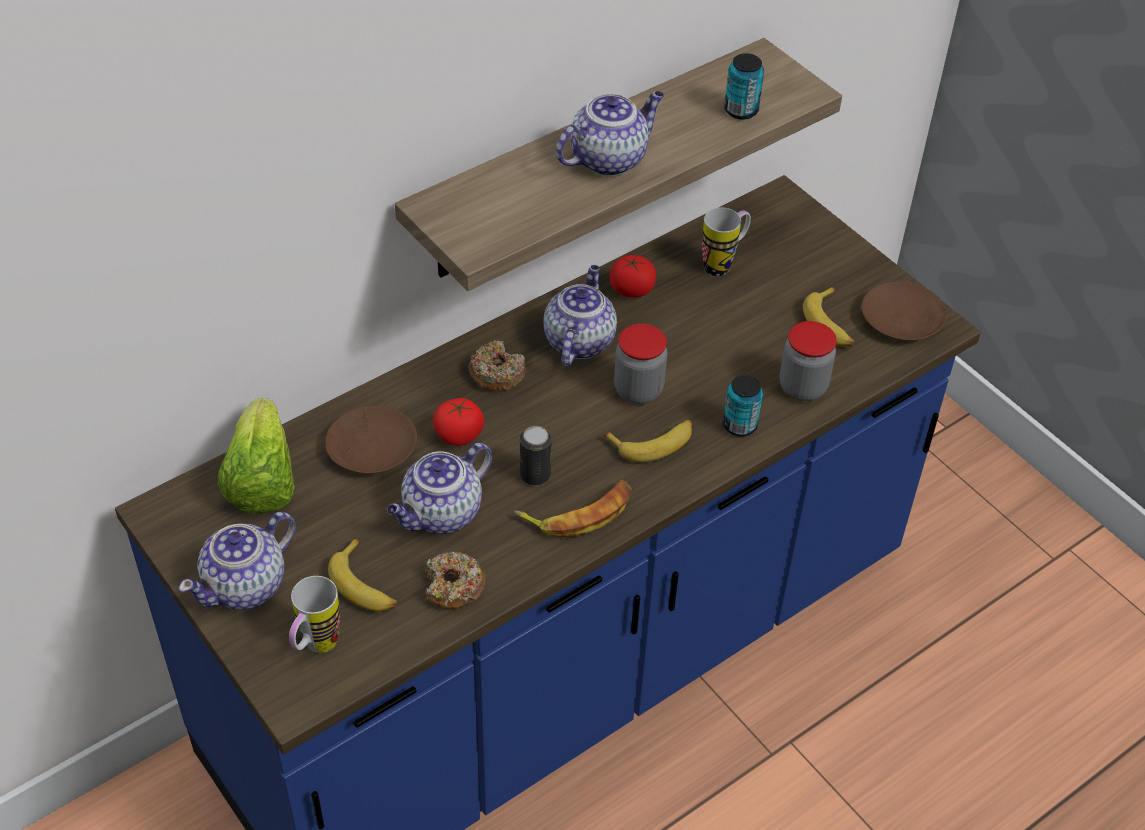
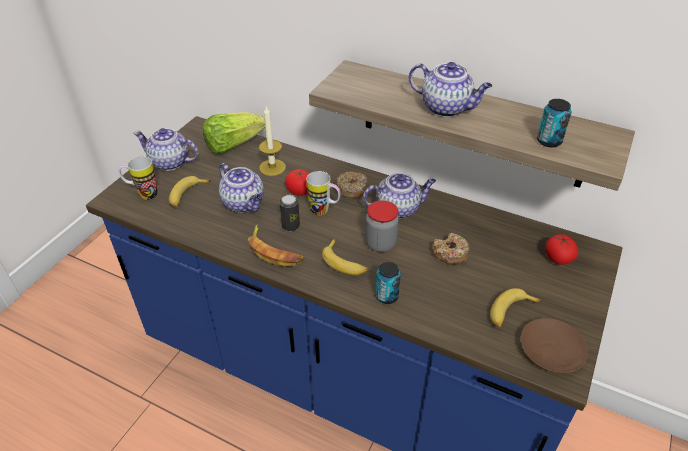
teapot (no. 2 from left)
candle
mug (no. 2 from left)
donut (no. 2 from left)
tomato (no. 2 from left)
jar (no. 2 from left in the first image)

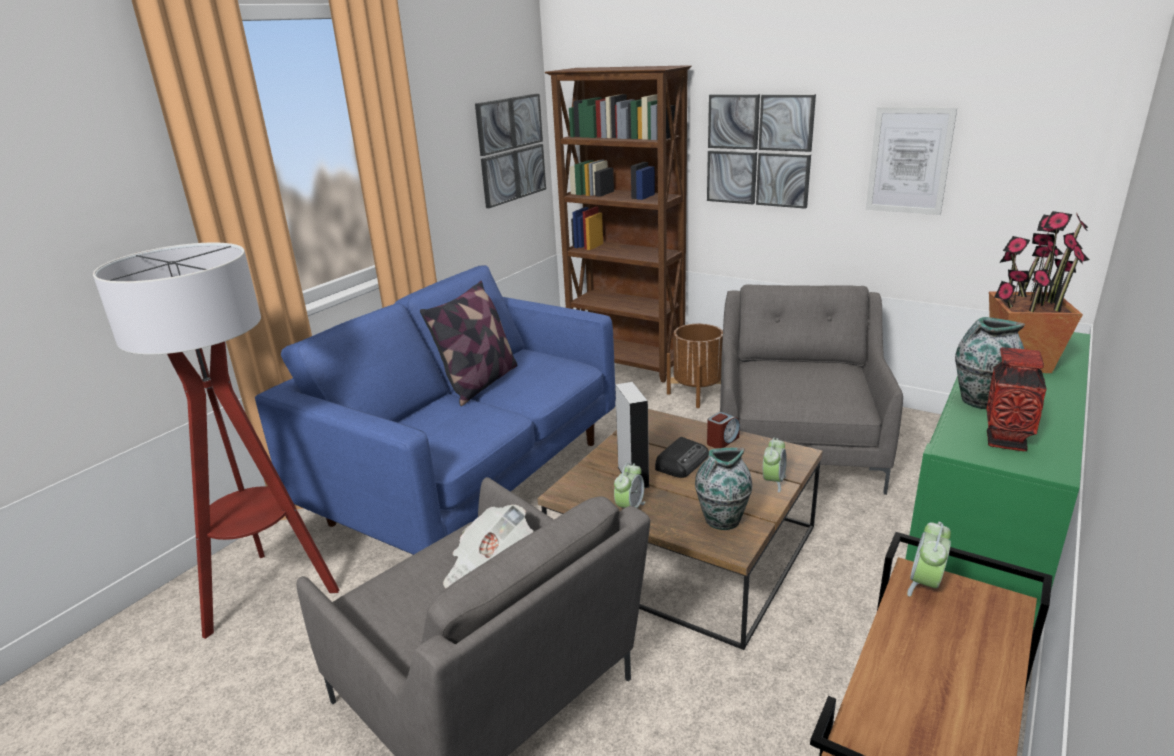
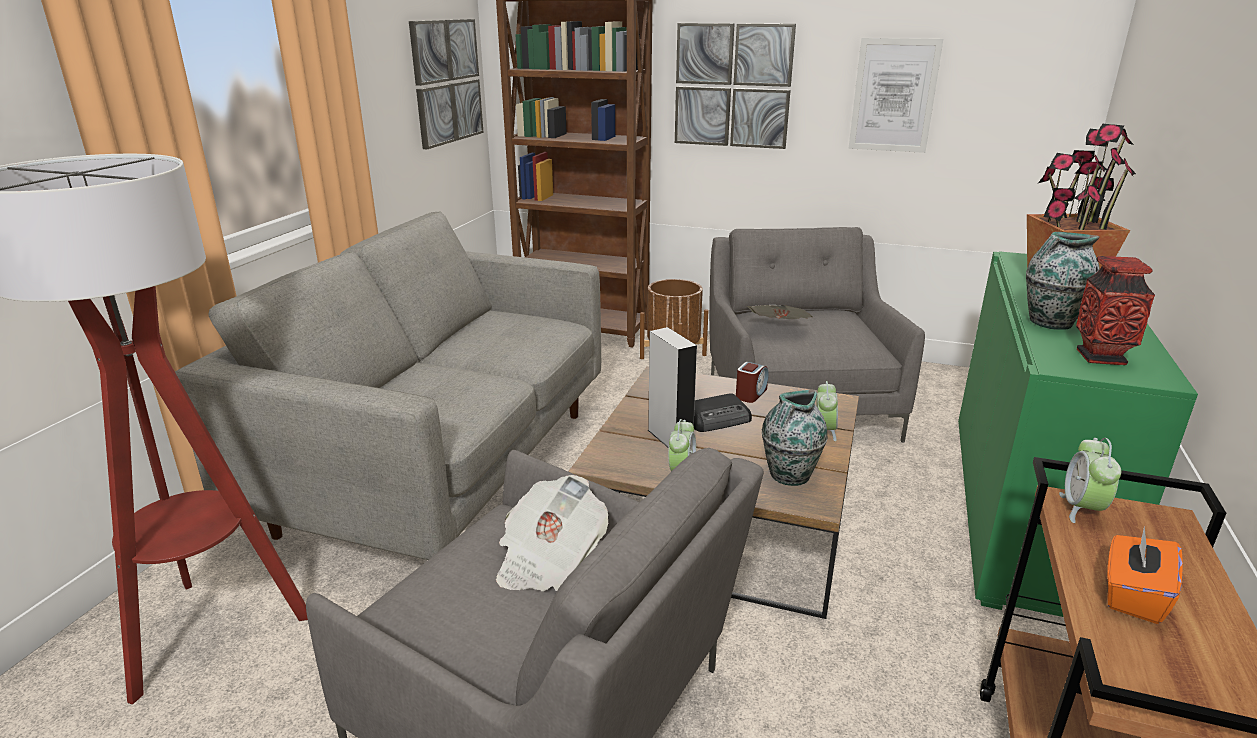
grey_sofa
radio
newspaper (no. 2 from left)
orange_tissue_box
pillow

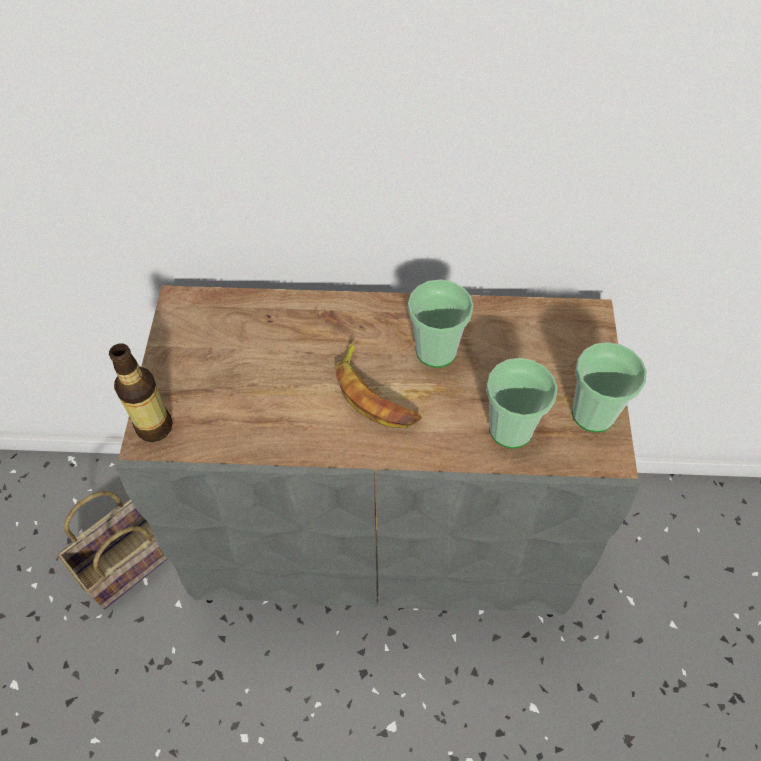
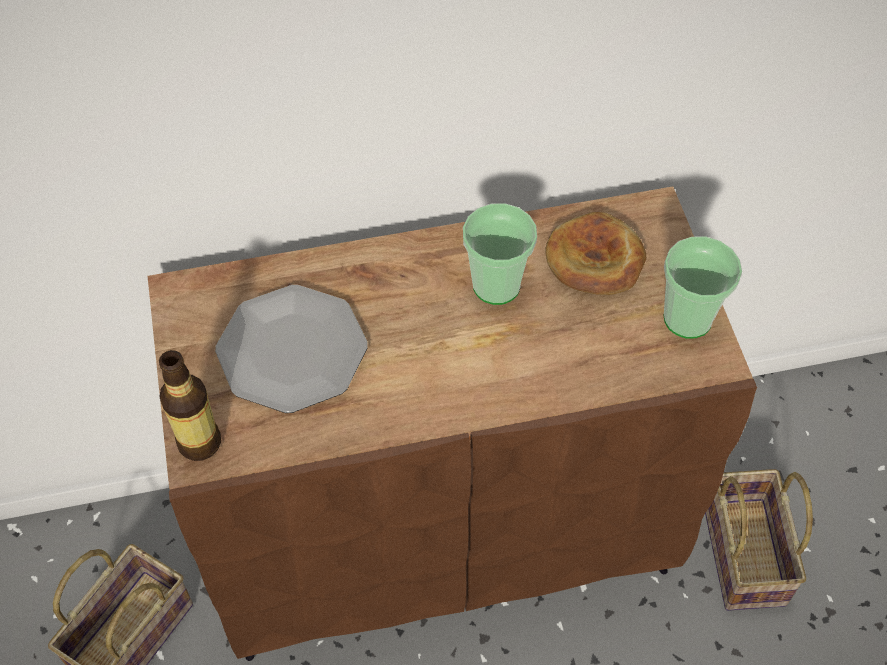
brown_cabinet
plate
bread
basket (no. 2 from left)
banana
cup (no. 2 from left in the first image)

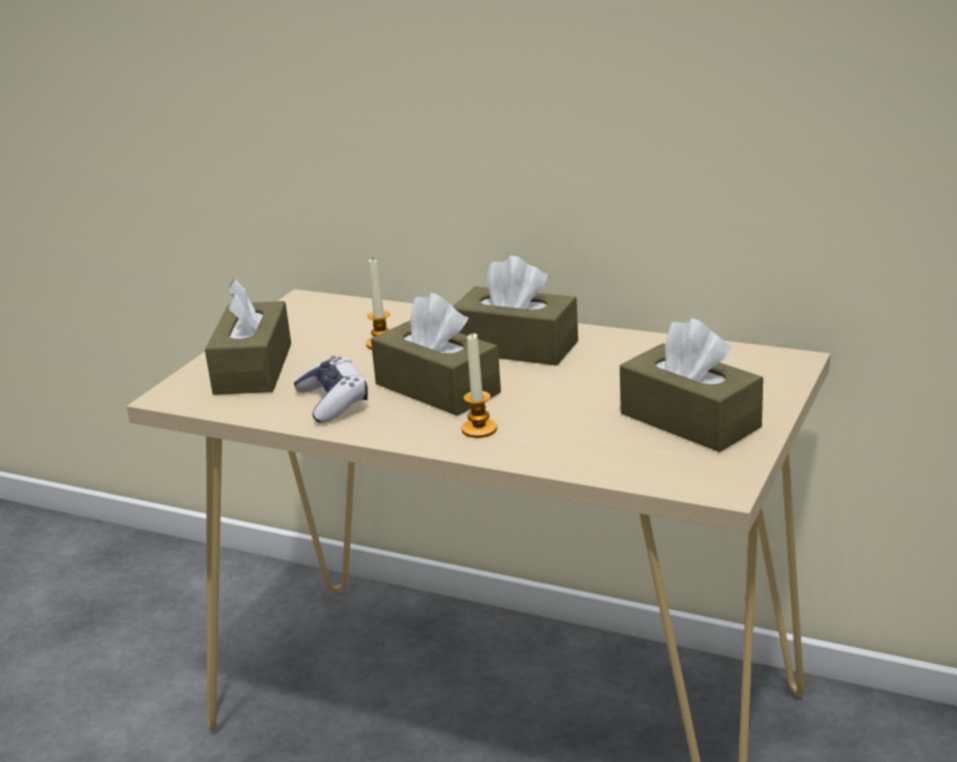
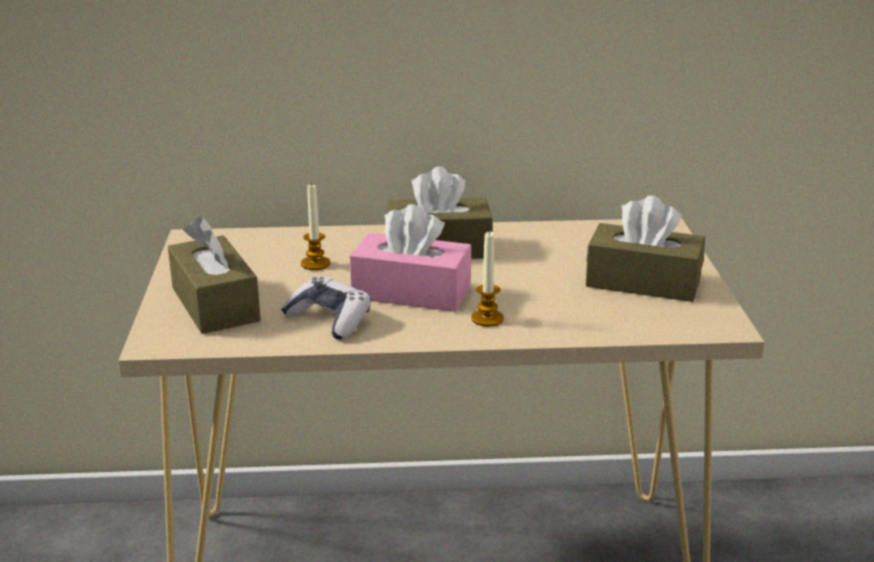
pink_tissue_box

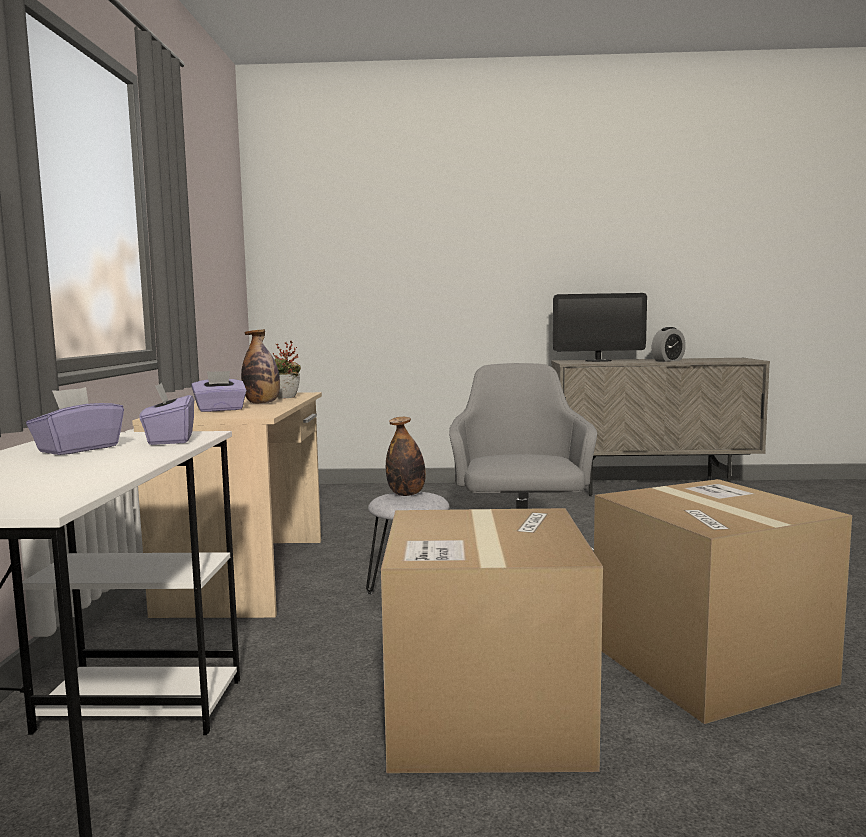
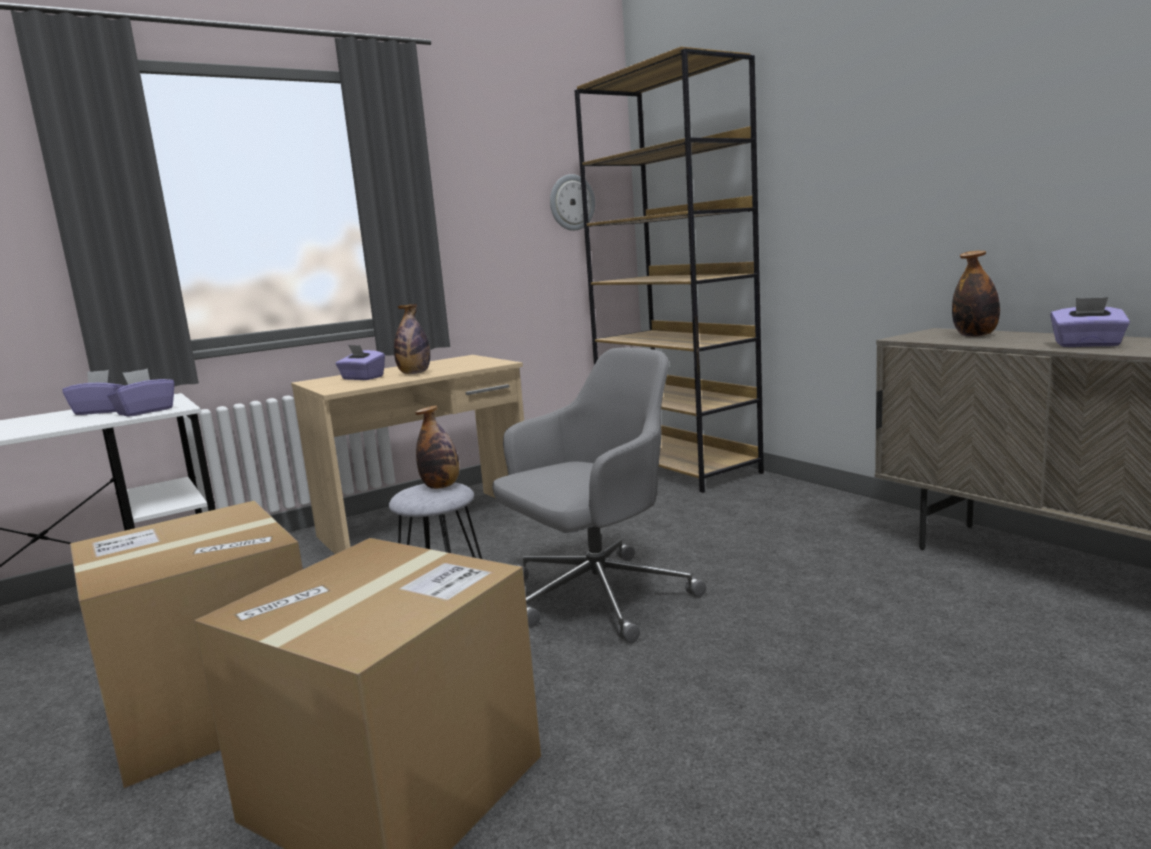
wall_clock
brown_bookcase
bottle (no. 3 from left)
purple_tissue_box (no. 4 from left)
potted_plant

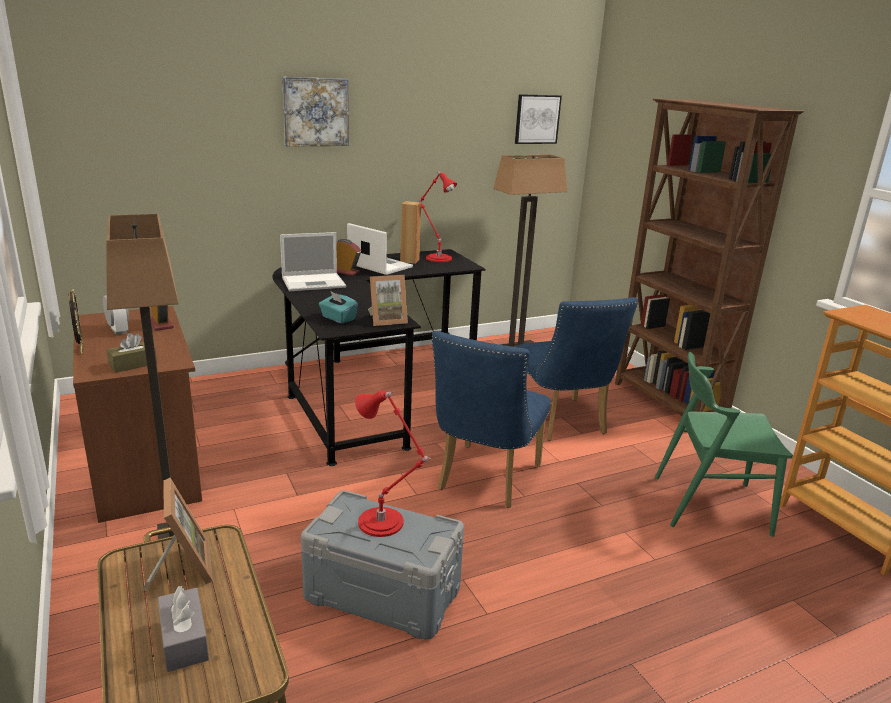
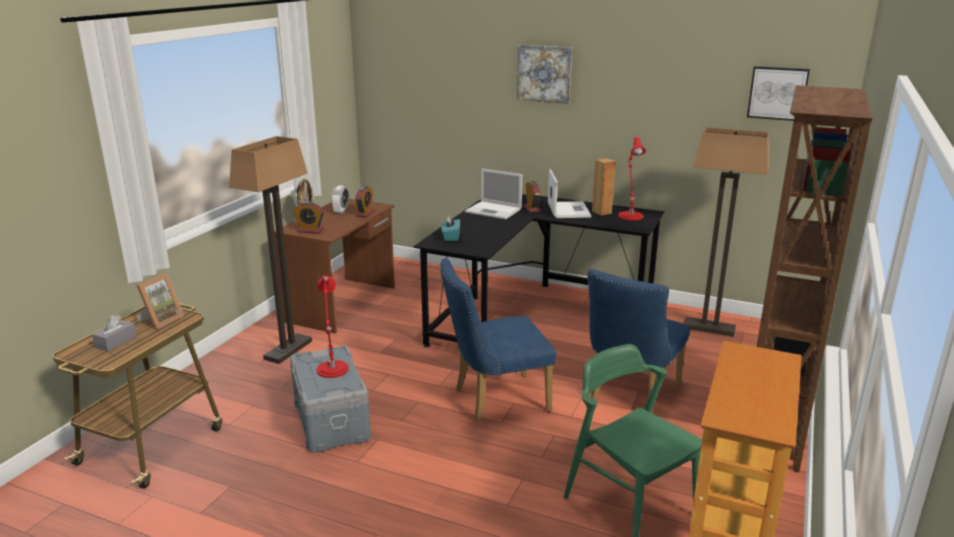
alarm_clock (no. 1 from left)
picture_frame (no. 3 from left in the first image)

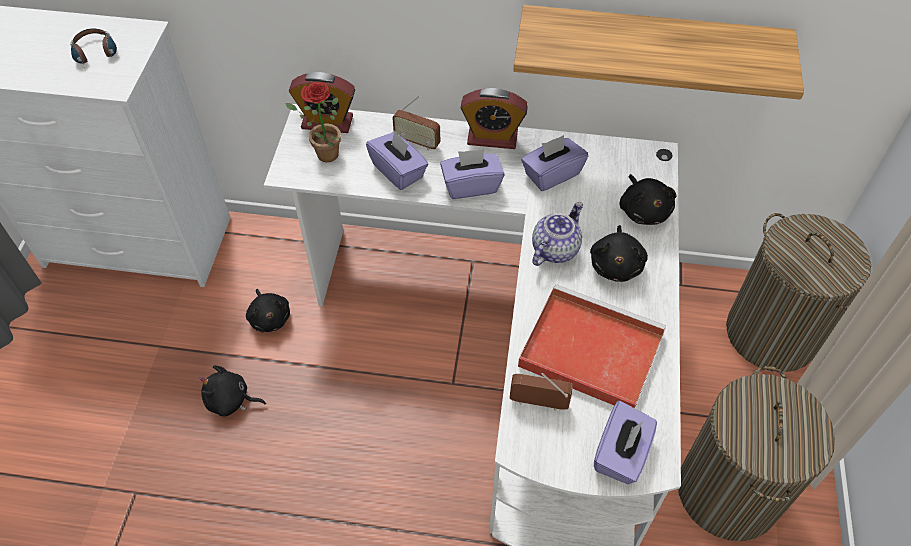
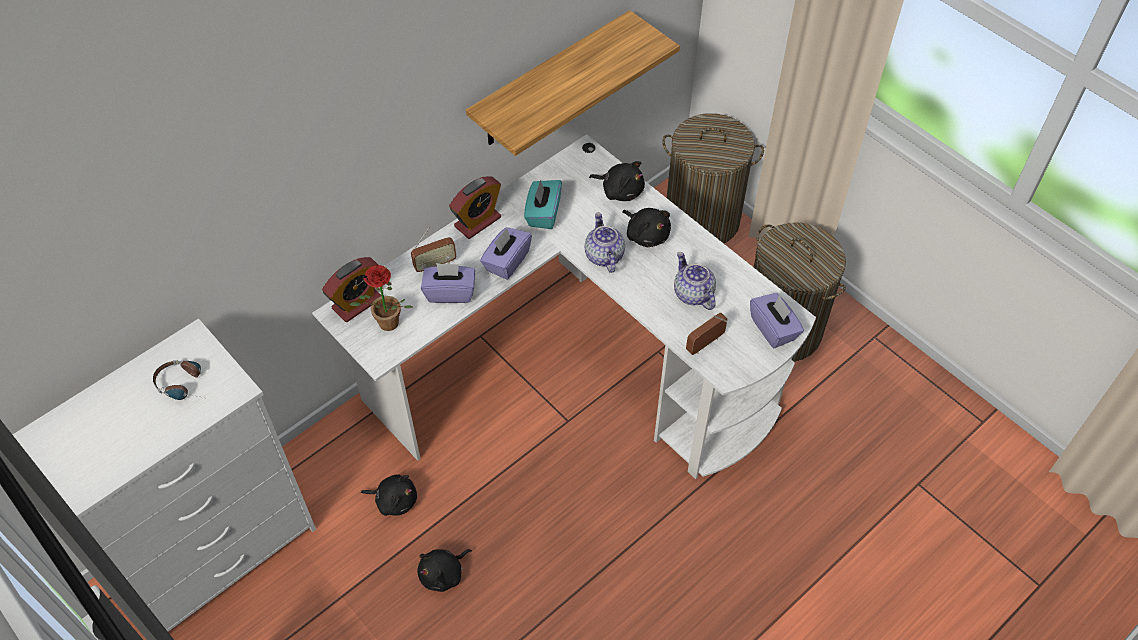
turquoise_tissue_box
teapot (no. 2 from left)

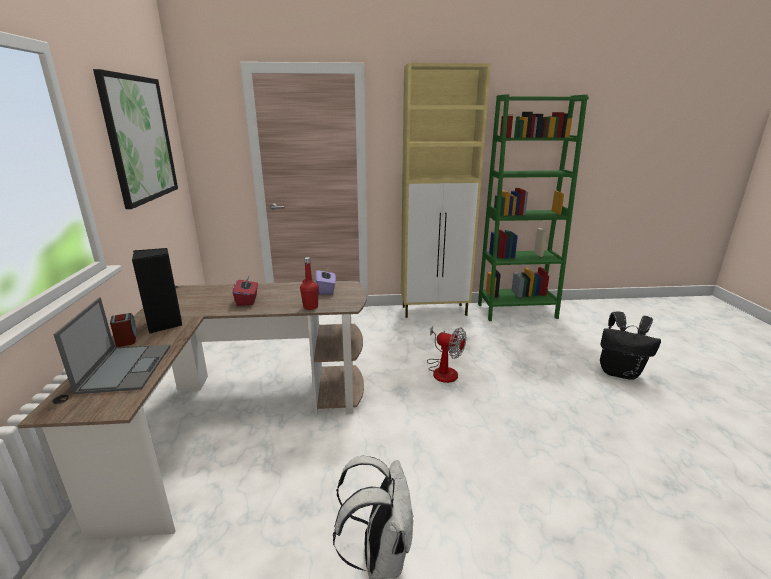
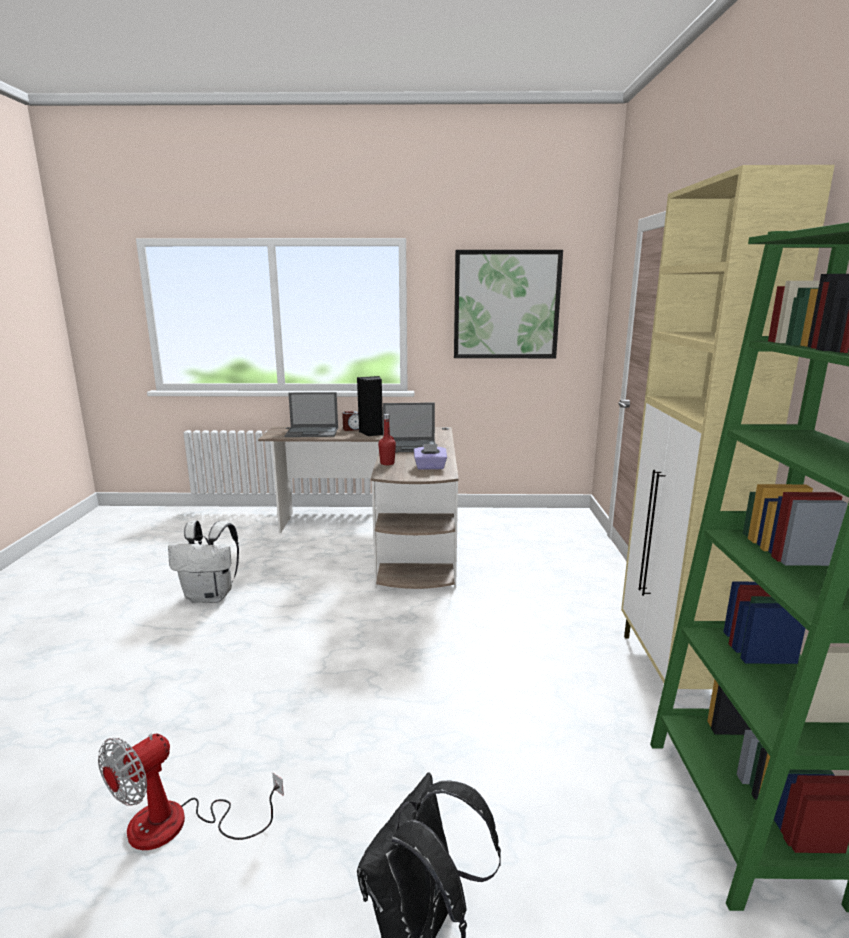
fan
laptop (no. 2 from left)

